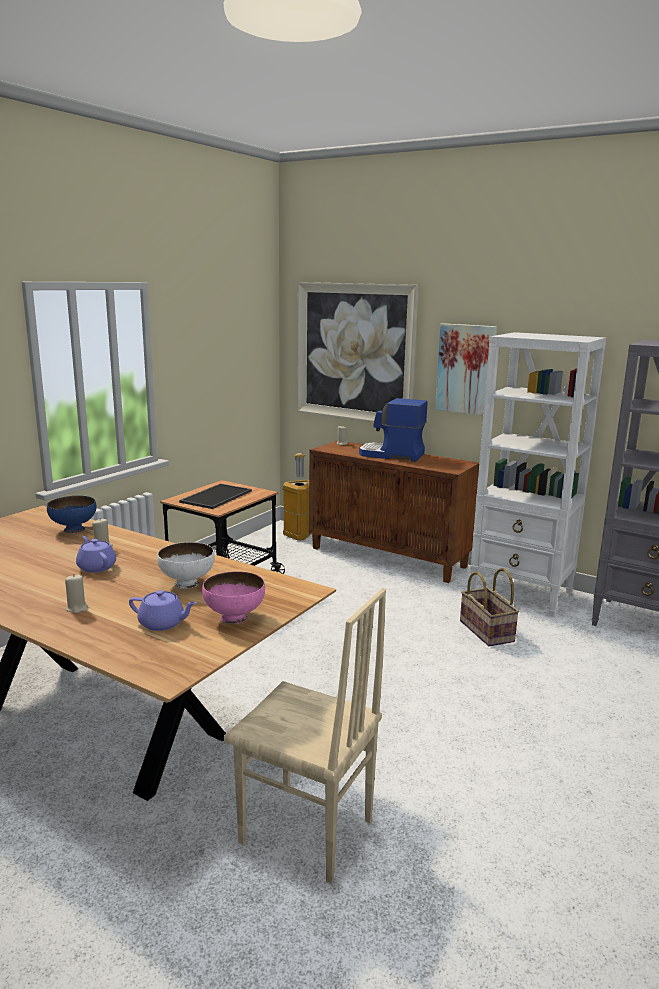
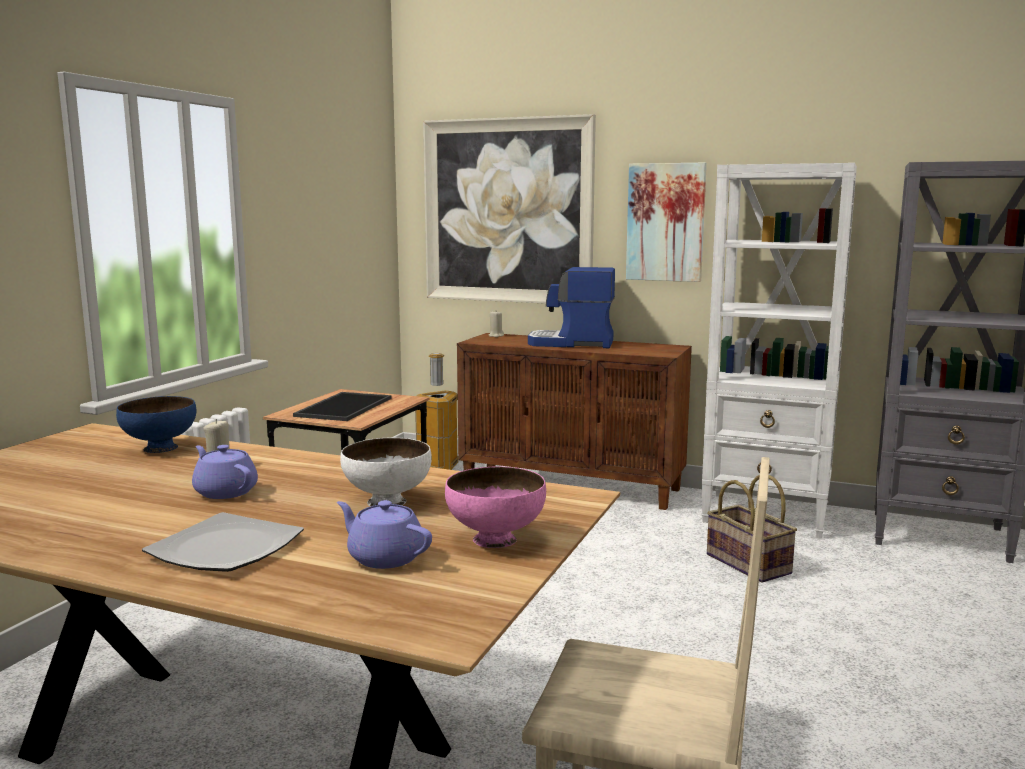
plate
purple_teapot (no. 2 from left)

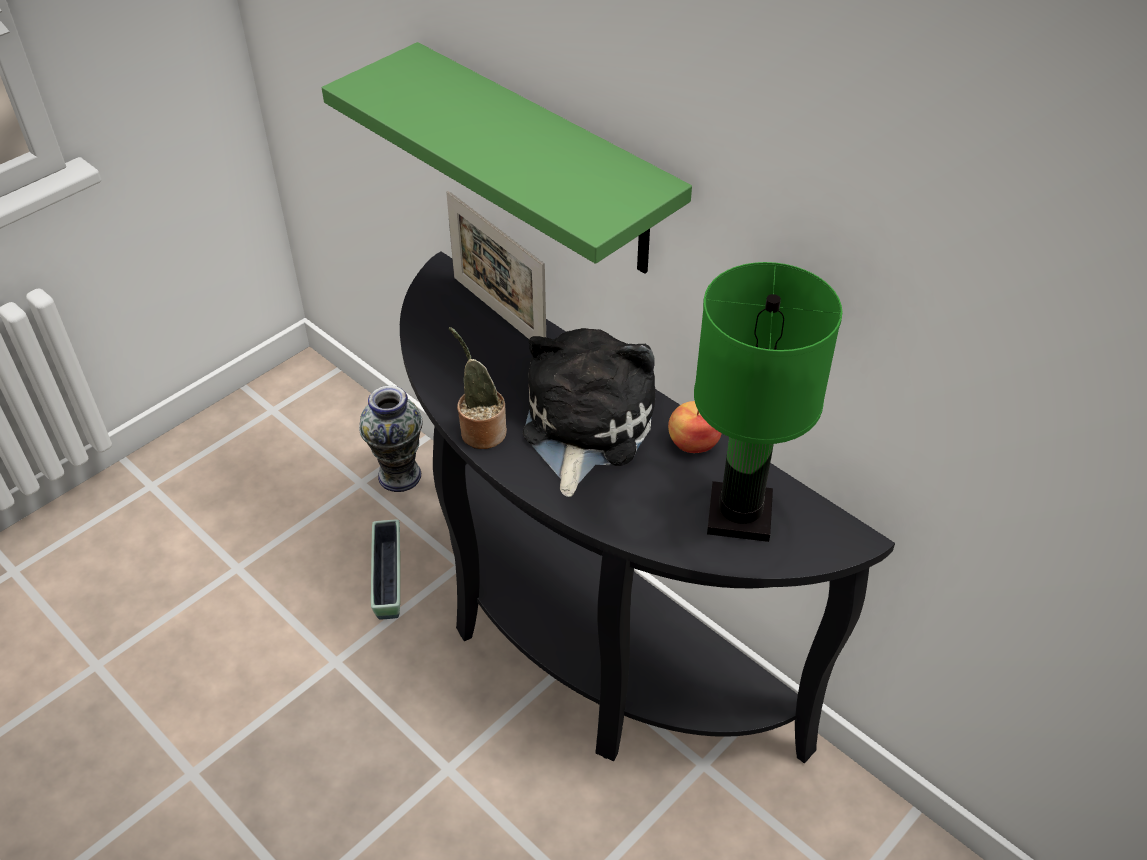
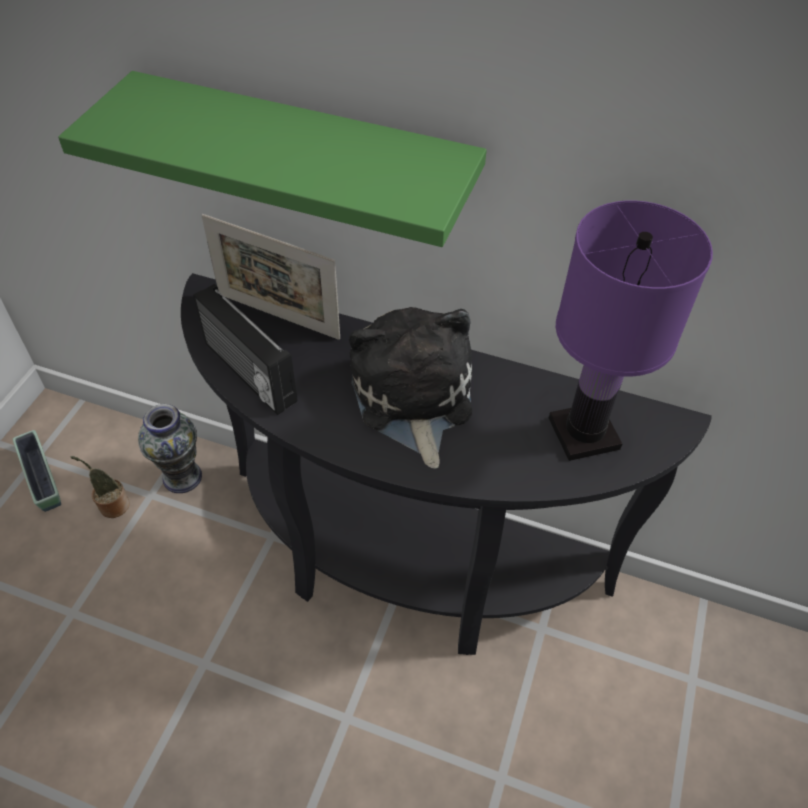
planter
potted_plant
radio
purple_table_lamp
apple

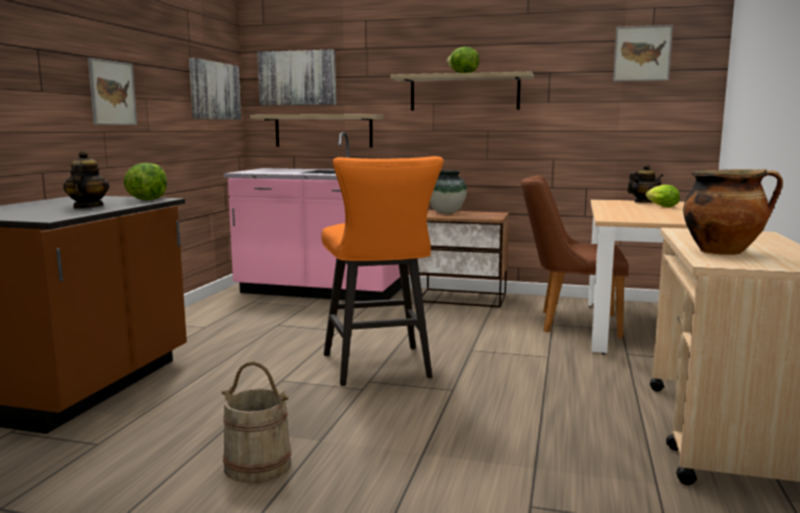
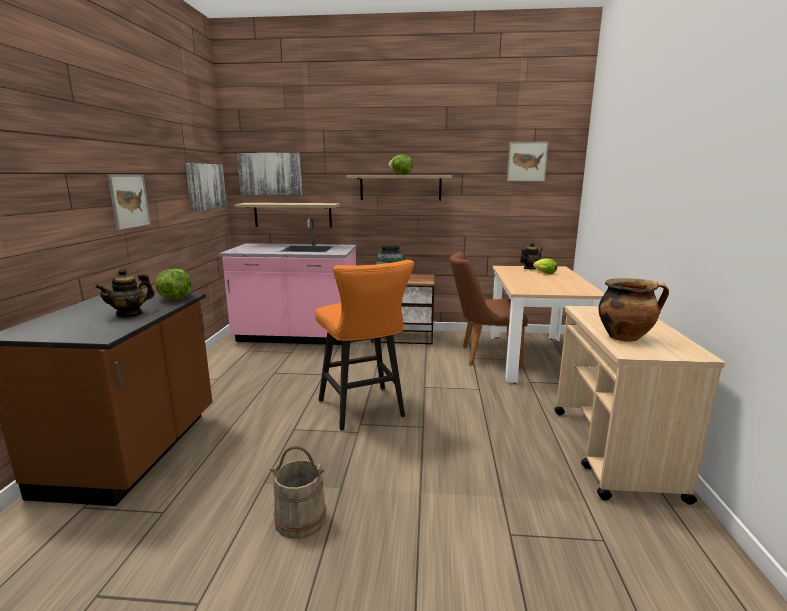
teapot (no. 1 from left)

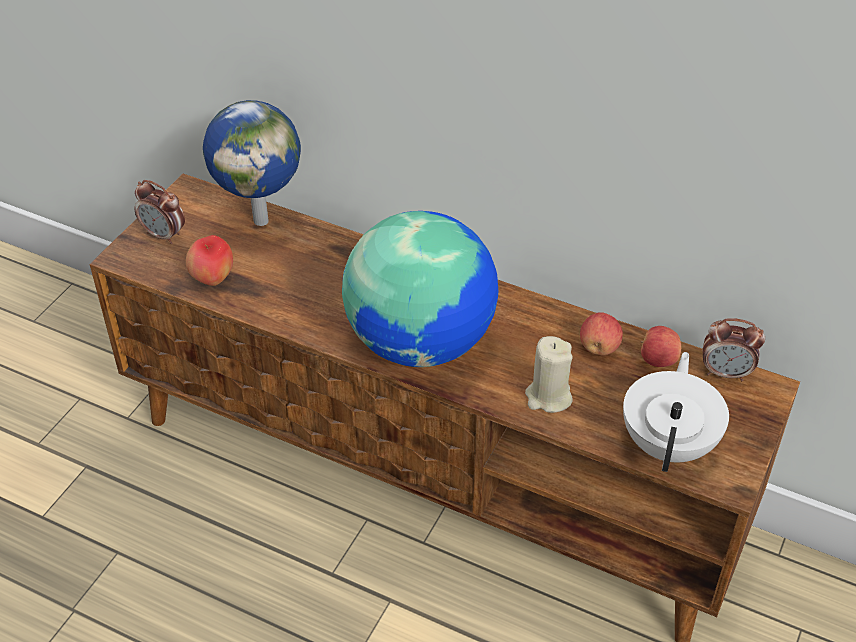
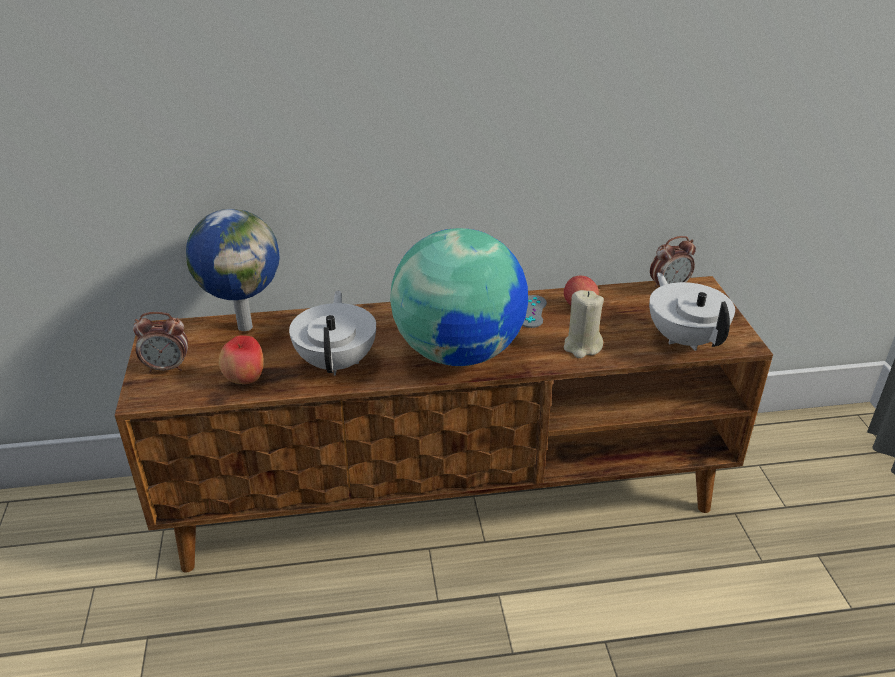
white_teapot (no. 1 from left)
grey_game_controller
apple (no. 3 from left in the first image)

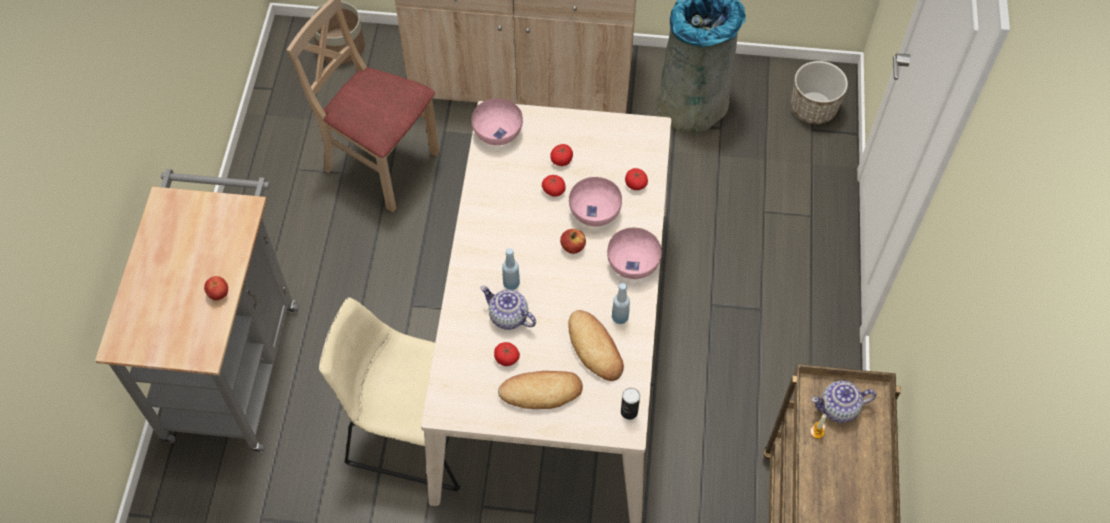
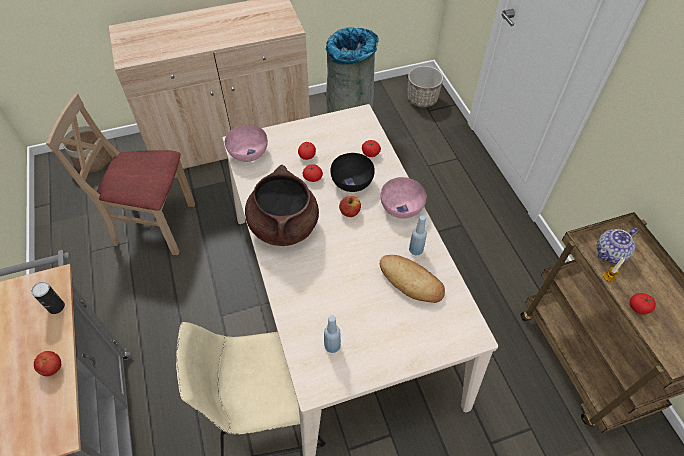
can
brown_cooking_pot
blue_bottle (no. 1 from left)
black_bowl
tomato (no. 5 from left)
teapot (no. 1 from left in the first image)
bread (no. 1 from left in the first image)

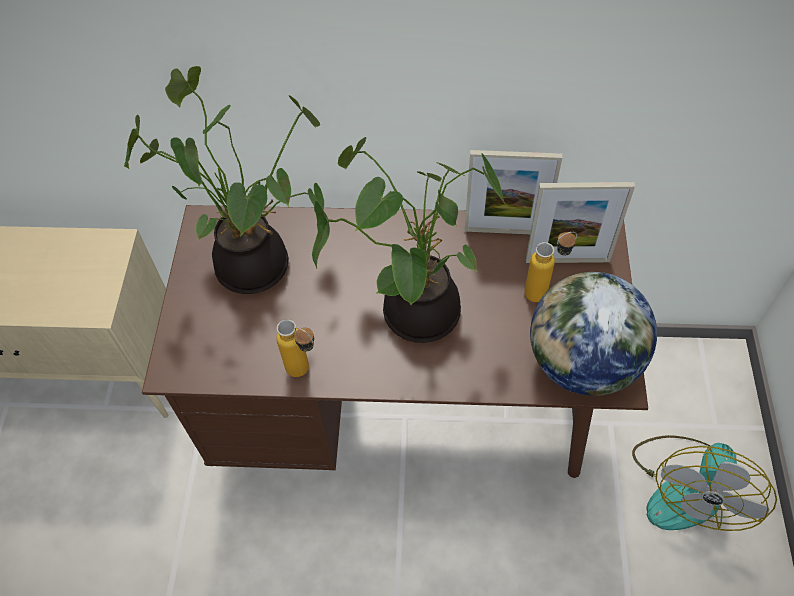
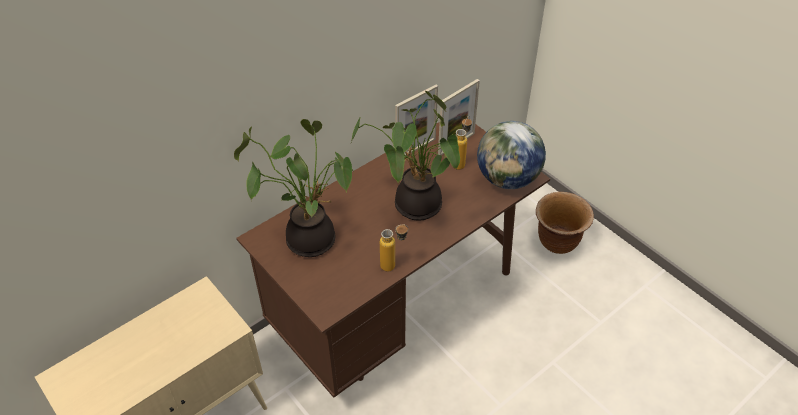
brown_planter

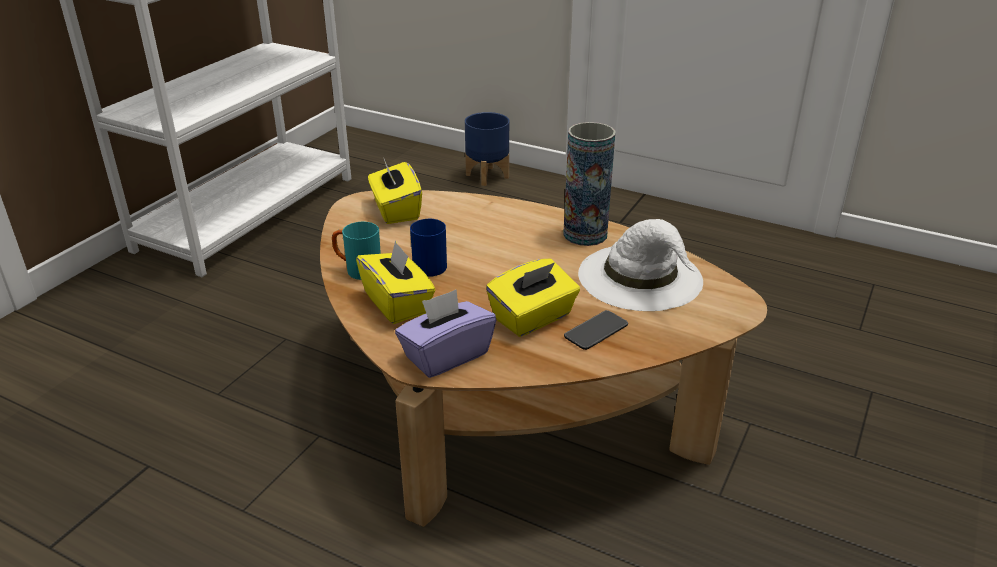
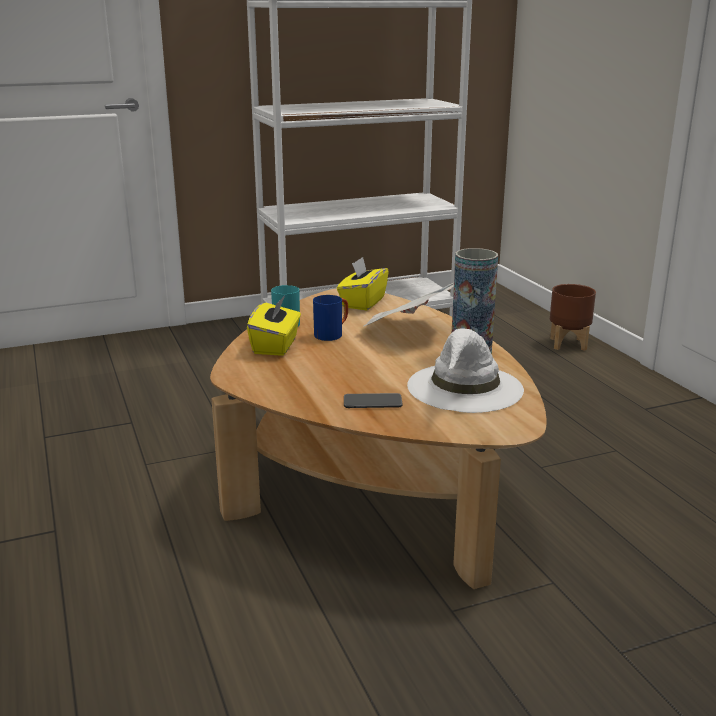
newspaper
brown_planter
purple_tissue_box
yellow_tissue_box (no. 3 from left in the first image)

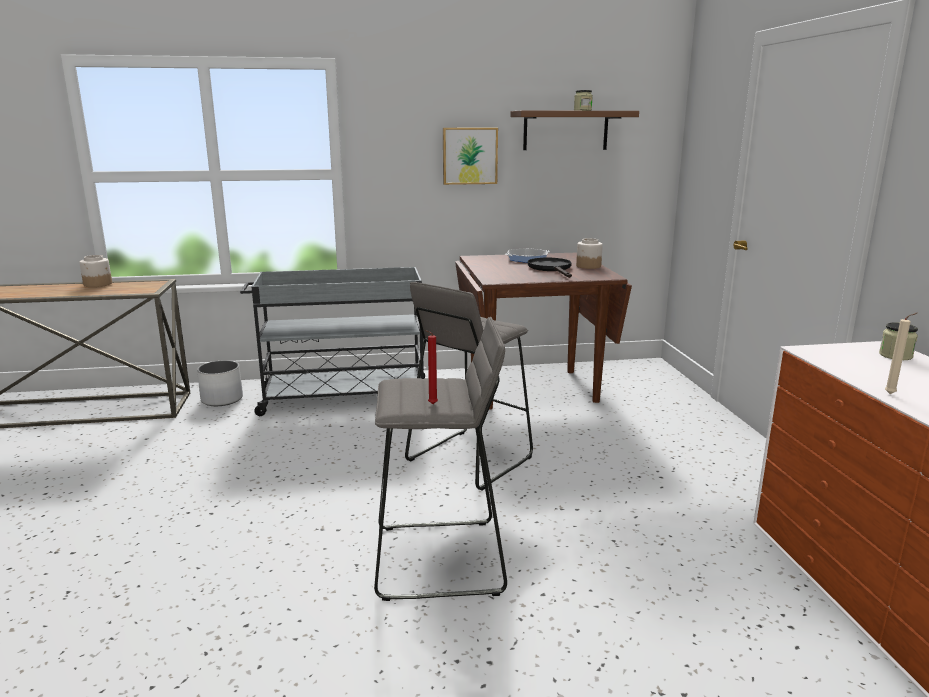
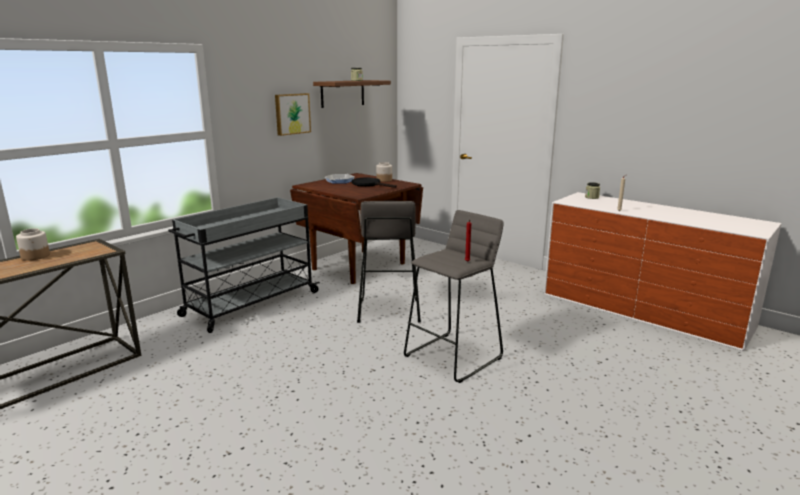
white_planter

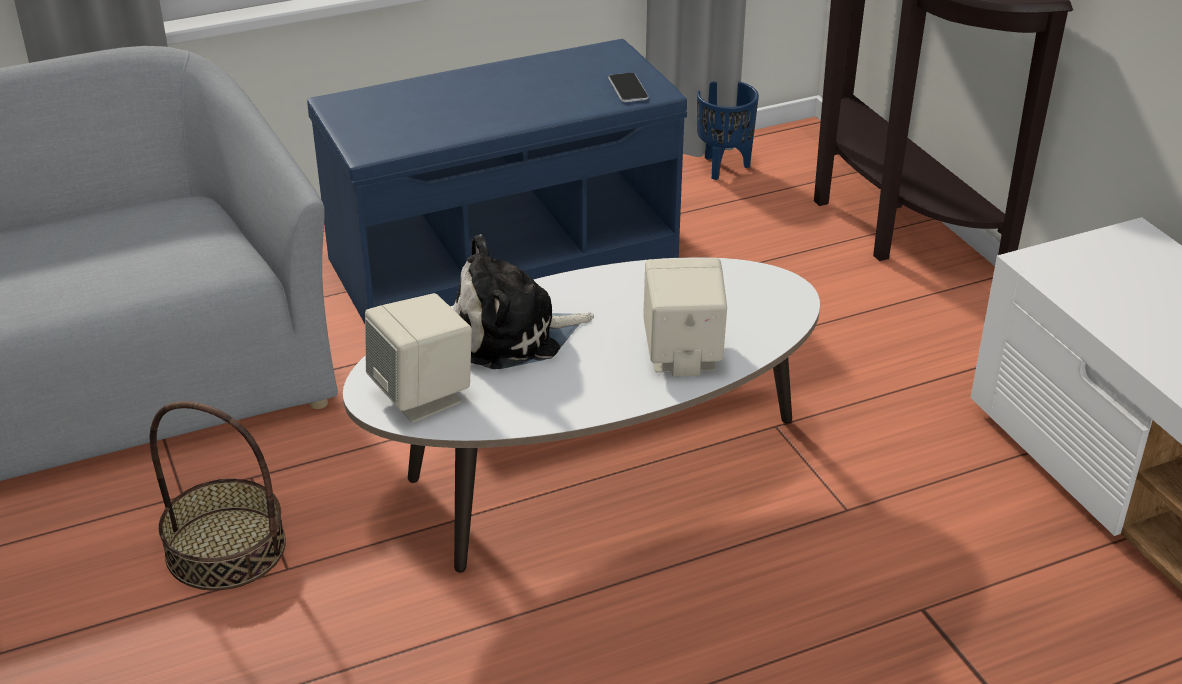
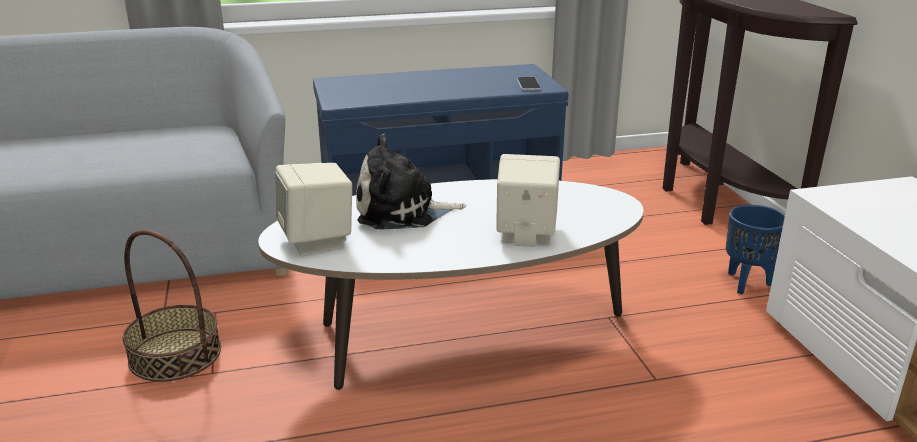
blue_planter

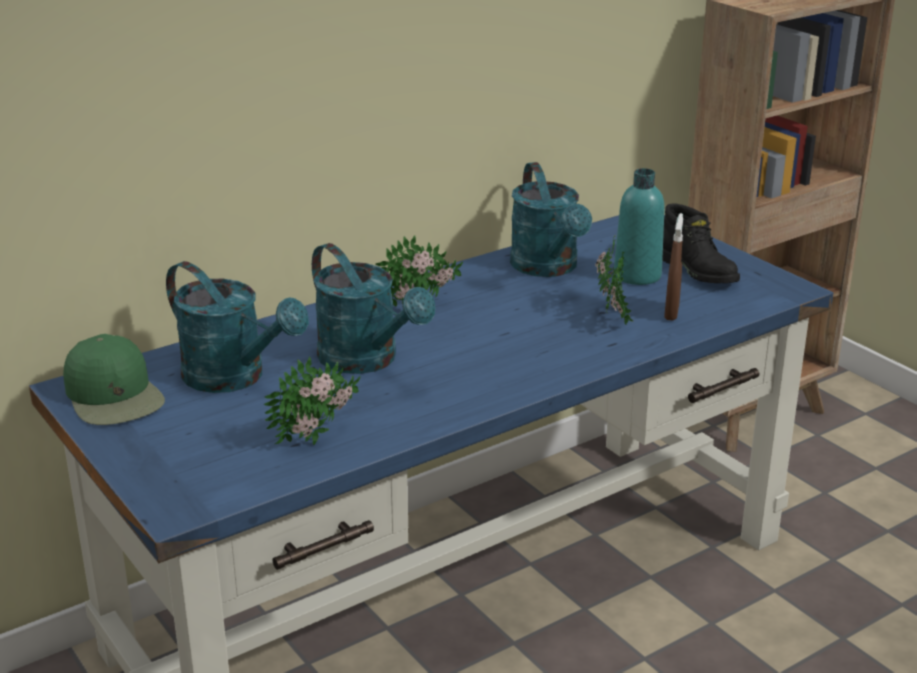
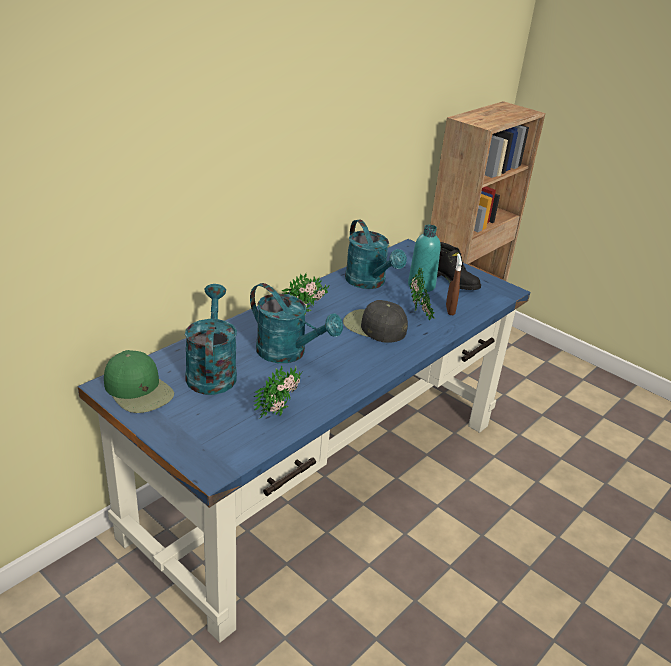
turquoise_watering_can (no. 1 from left)
black_cap

